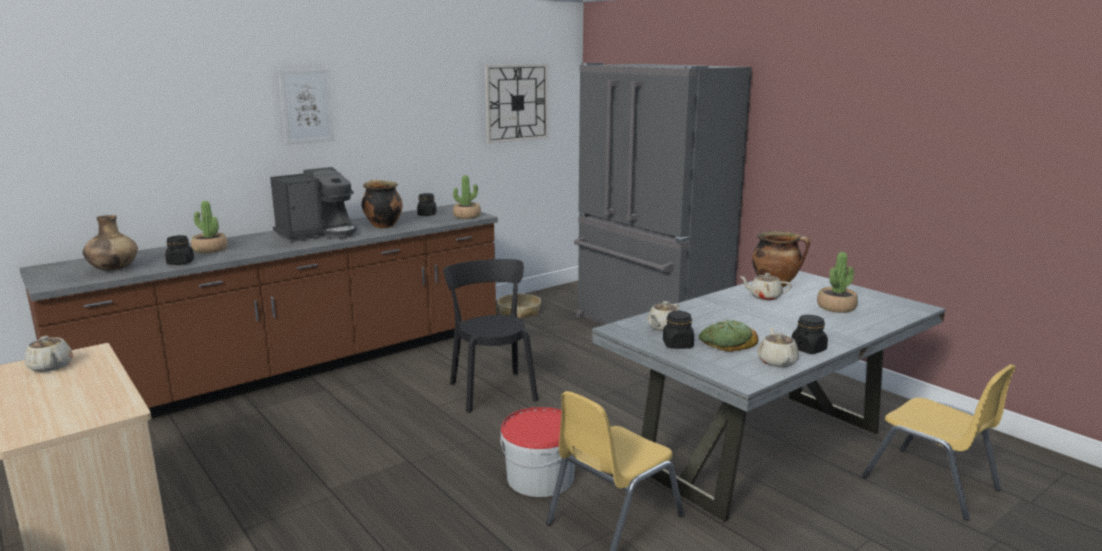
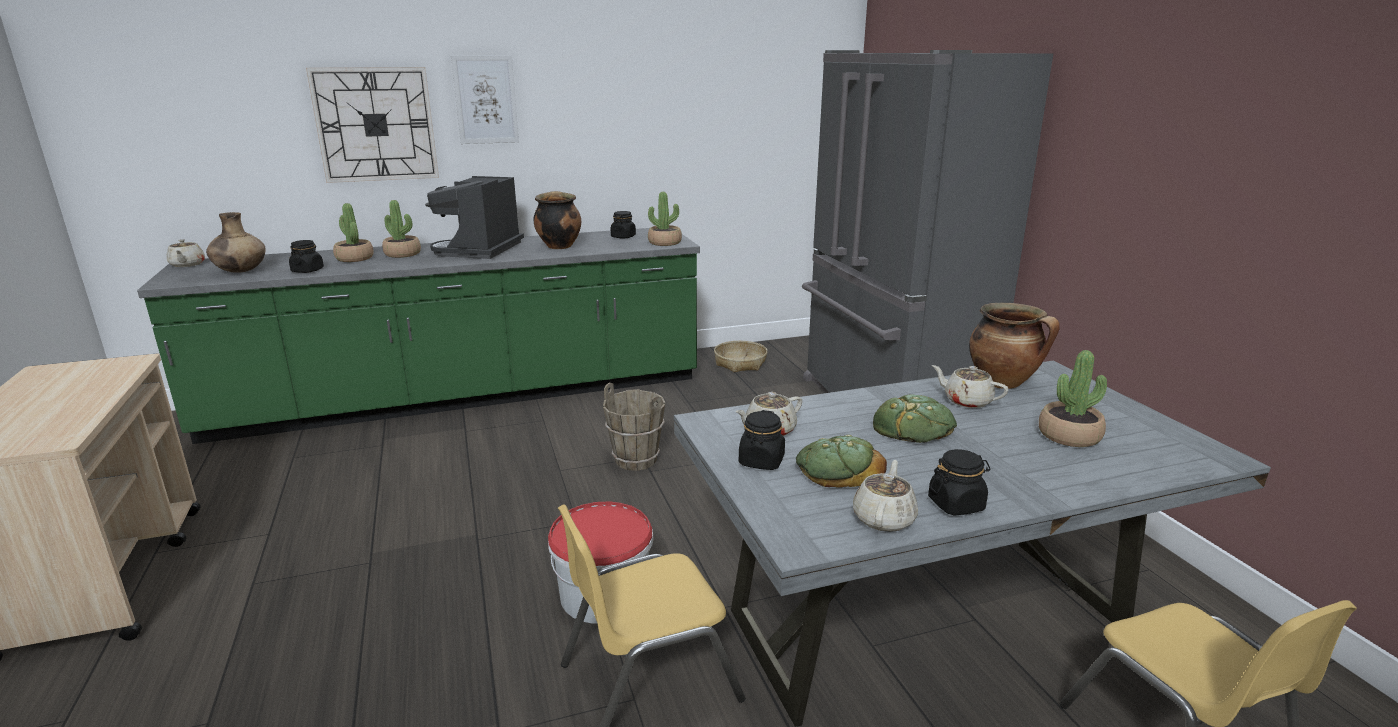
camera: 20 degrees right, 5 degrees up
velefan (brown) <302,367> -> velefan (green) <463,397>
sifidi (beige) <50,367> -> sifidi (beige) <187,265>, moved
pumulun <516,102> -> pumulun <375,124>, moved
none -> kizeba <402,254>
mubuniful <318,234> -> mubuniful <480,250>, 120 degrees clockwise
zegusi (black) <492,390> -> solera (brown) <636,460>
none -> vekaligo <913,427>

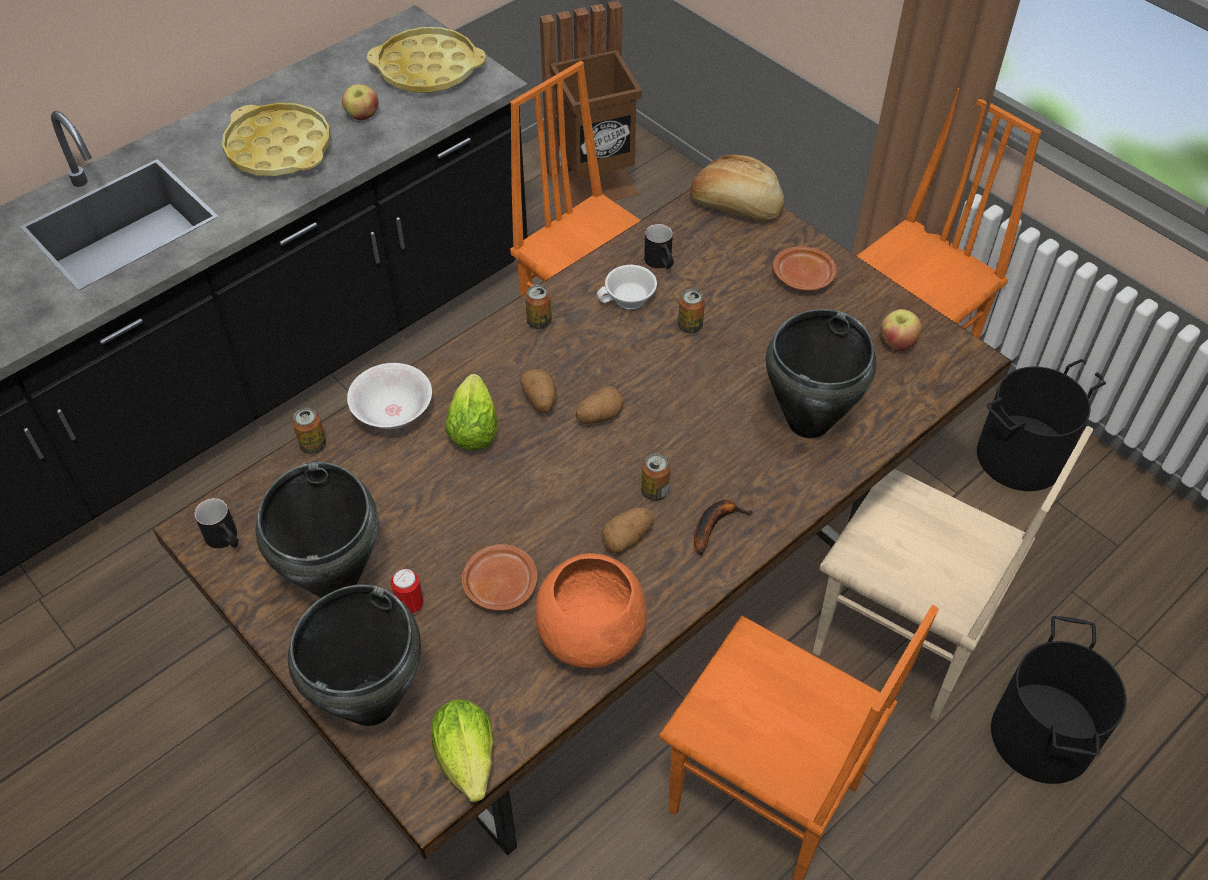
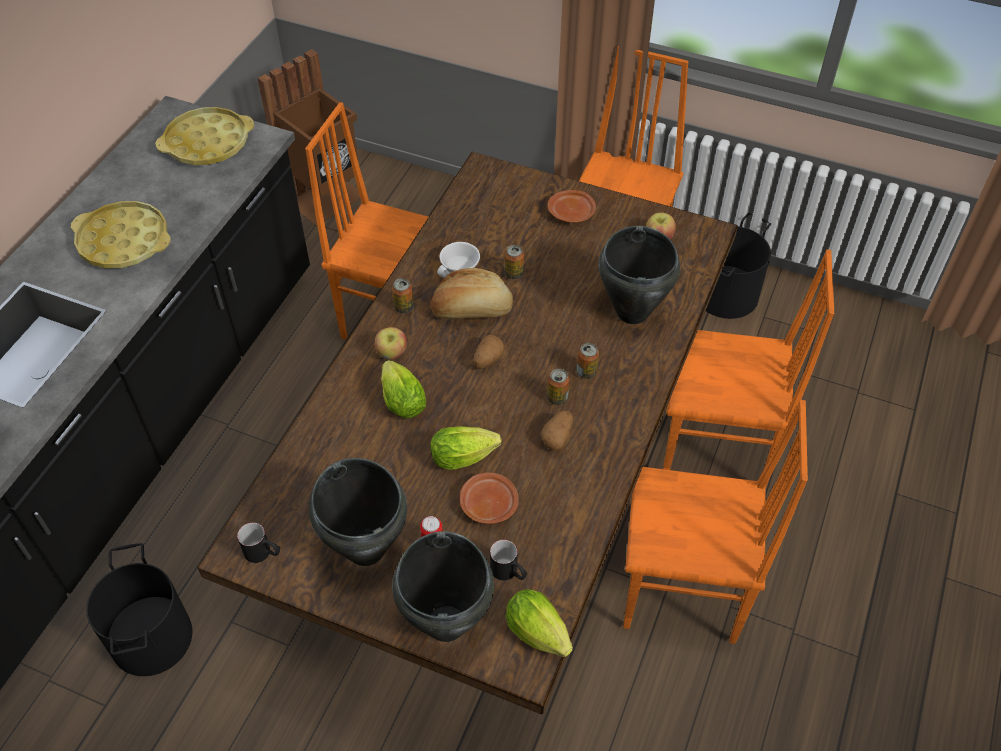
camera: 25 degrees left, 0 degrees up
solera (black) <1040,735> -> solera (black) <150,638>, moved
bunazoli <362,116> -> bunazoli <391,353>, moved
none -> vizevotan <466,457>
vekaligo <736,206> -> vekaligo <472,309>, moved
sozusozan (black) <660,264> -> sozusozan (black) <509,573>, moved
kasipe <313,445> -> kasipe <586,372>, moved
zegusi (beige) <899,645> -> zegusi (orange) <715,452>
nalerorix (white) <393,414> -> none
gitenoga <540,400> -> none
nalerorix (orange) <590,635> -> none
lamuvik <715,525> -> none

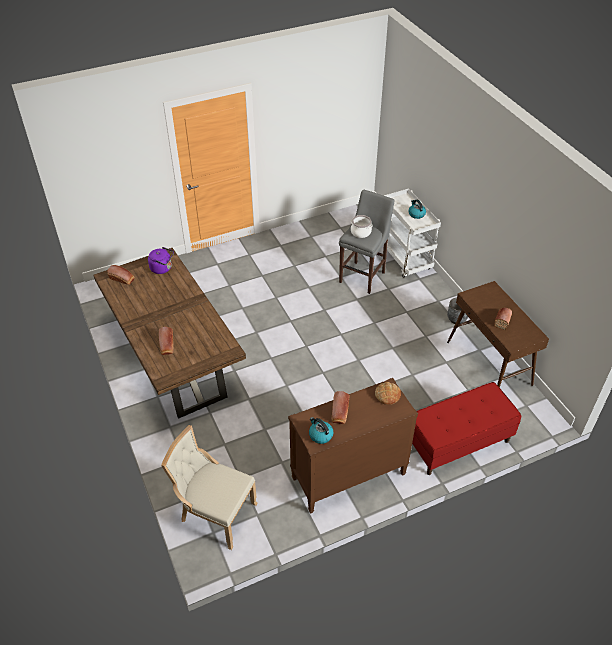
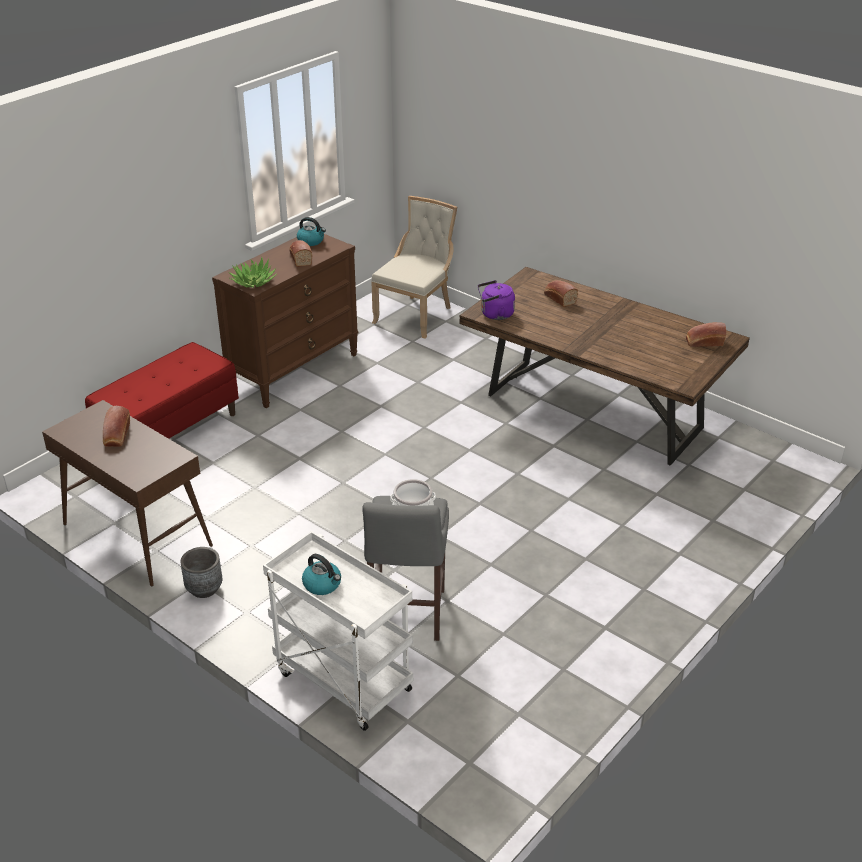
camera: 155 degrees right, 10 degrees down
vekaligo <387,395> -> kizeba <253,282>
zegusi (beige) <215,513> -> zegusi (beige) <416,315>, 60 degrees counterclockwise
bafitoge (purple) <162,268> -> bafitoge (purple) <495,314>, moved

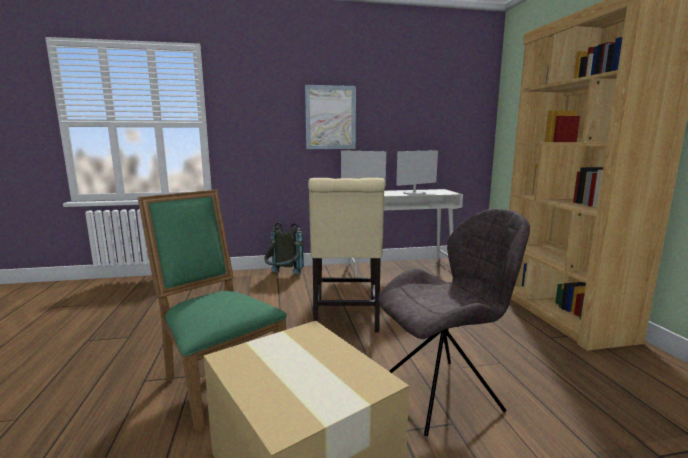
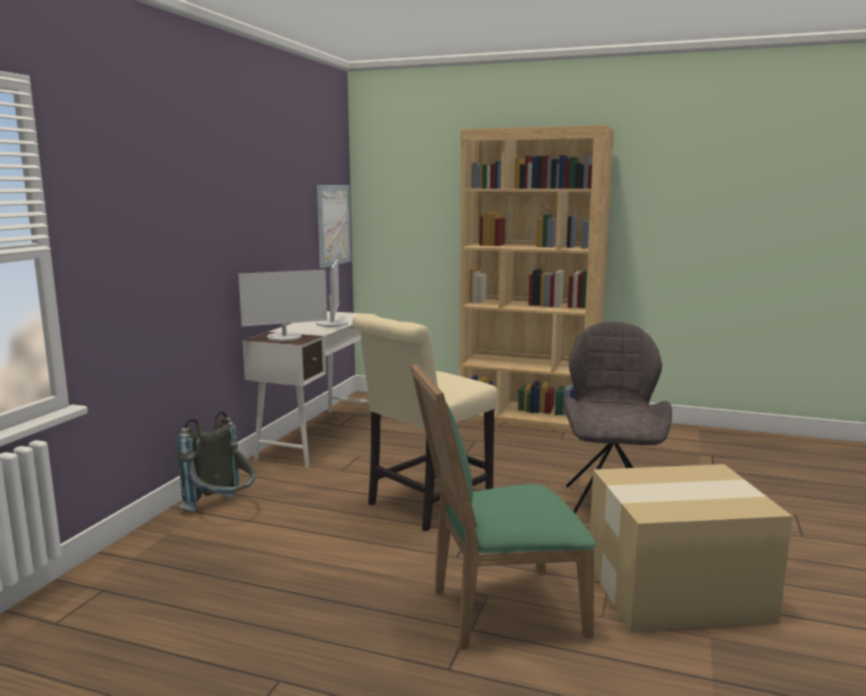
camera: 60 degrees left, 0 degrees up
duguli <330,117> -> duguli <333,225>, moved
zegusi (beige) <345,318> -> zegusi (beige) <425,505>, 105 degrees clockwise

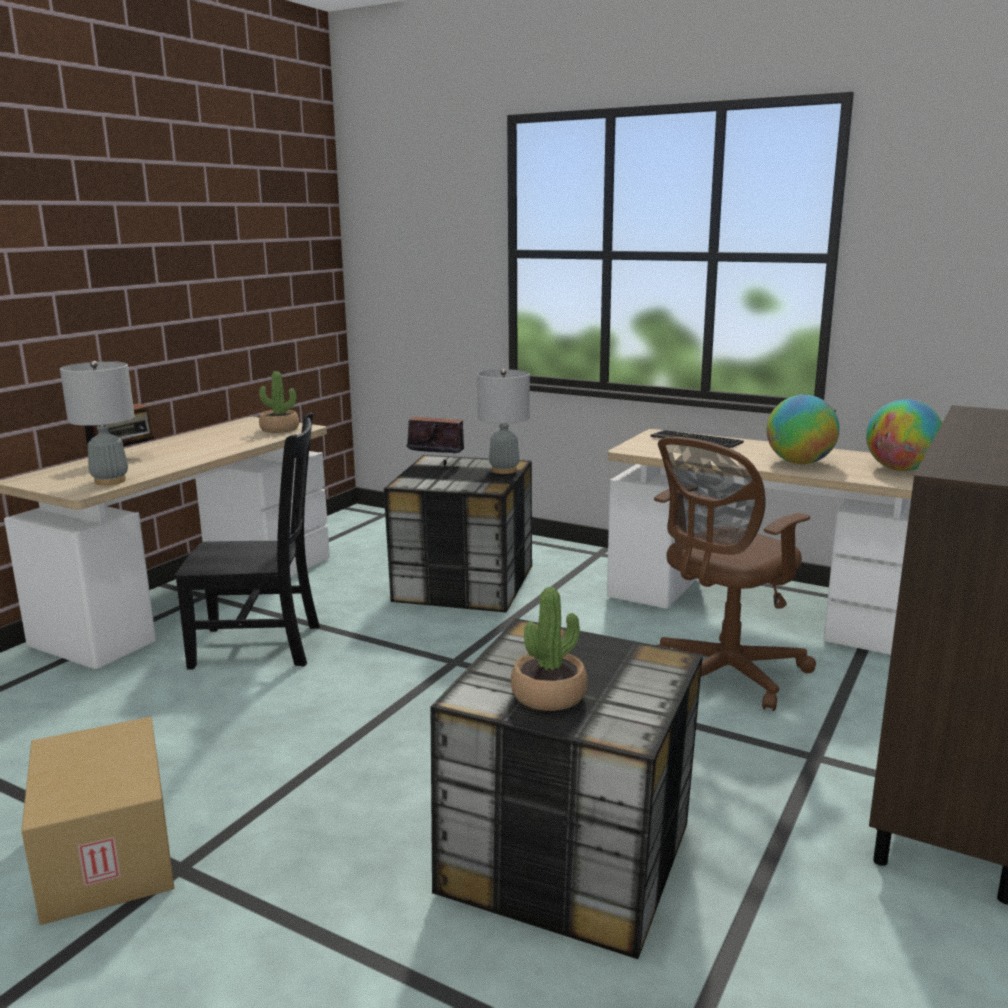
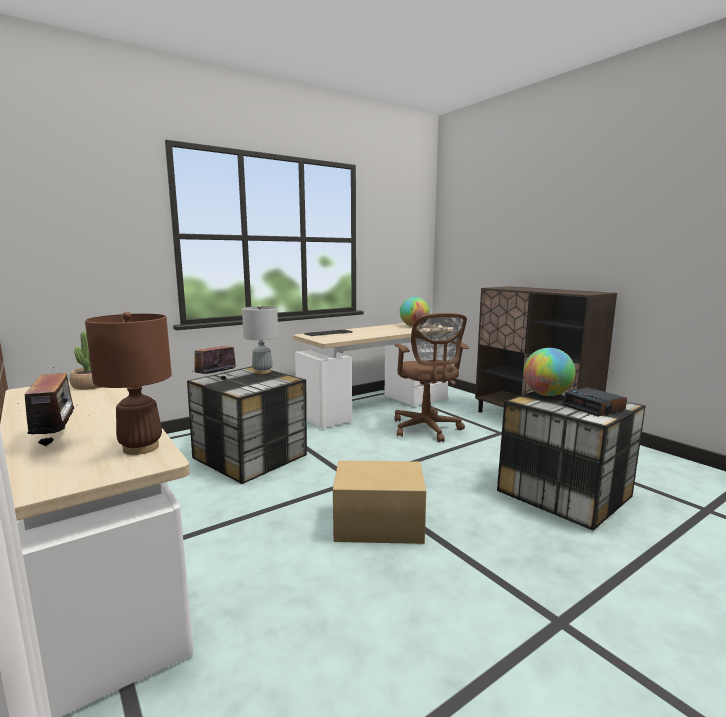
camera: 65 degrees left, 5 degrees down
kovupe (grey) <110,481> -> kovupe (brown) <140,448>
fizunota <104,855> -> fizunota <378,525>, moved
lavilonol <799,463> -> lavilonol <546,395>, moved
kizeba <549,695> -> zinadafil <594,407>
zegusi (black) <261,646> -> none

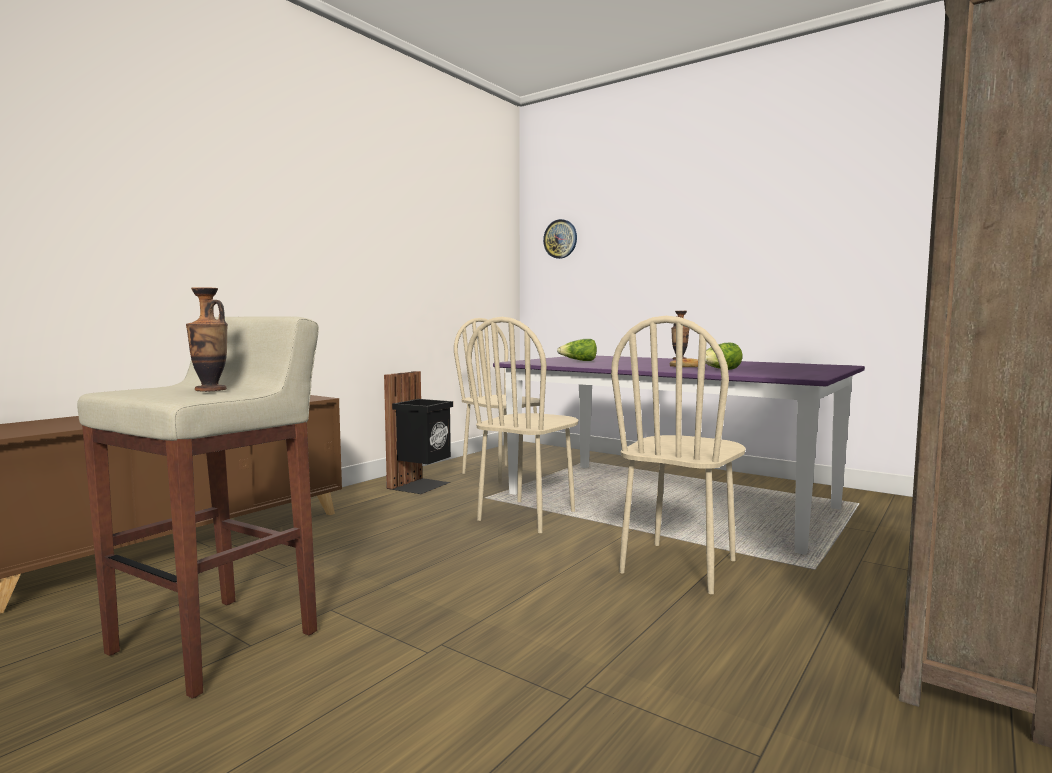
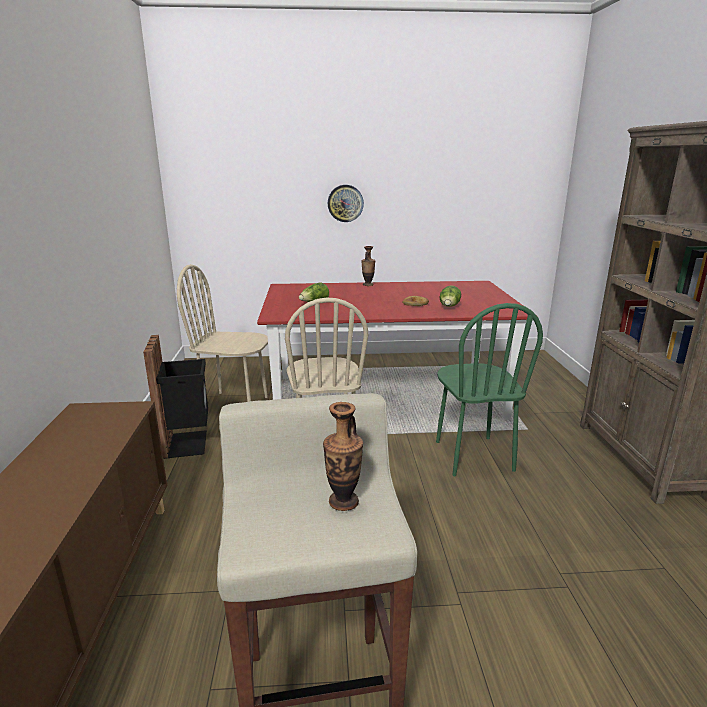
camera: 40 degrees left, 15 degrees up
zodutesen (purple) <667,501> -> zodutesen (red) <386,396>
pumulun <560,239> -> pumulun <345,203>, moved
zegusi (beige) <679,566> -> zegusi (green) <473,456>

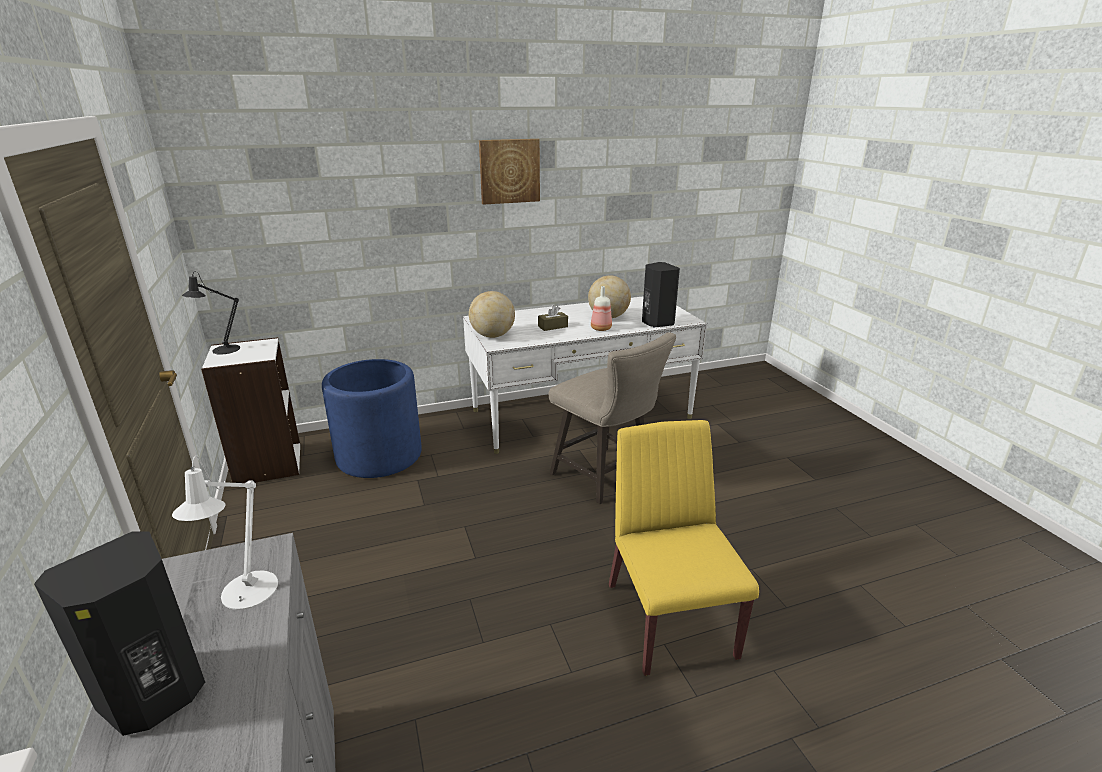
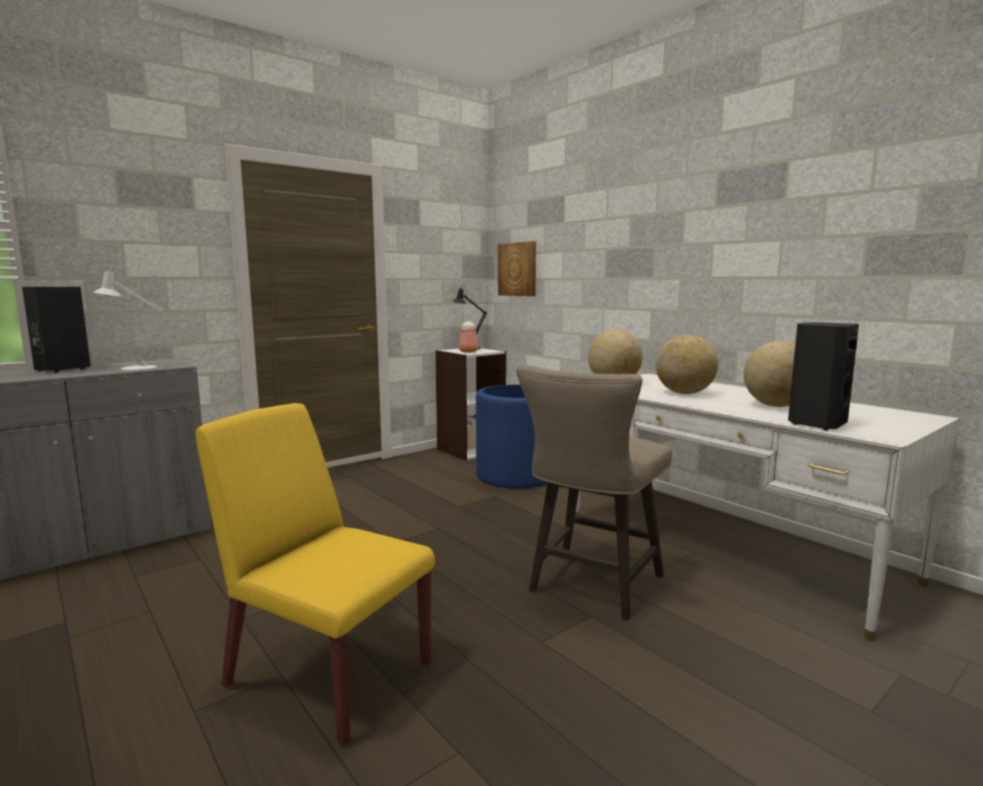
camera: 70 degrees right, 15 degrees down
zegusi (yellow) <669,618> -> zegusi (yellow) <327,673>, 120 degrees counterclockwise
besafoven <600,329> -> besafoven <467,352>, moved
duguli <509,171> -> duguli <518,269>, moved
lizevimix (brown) <553,326> -> lavilonol <684,393>

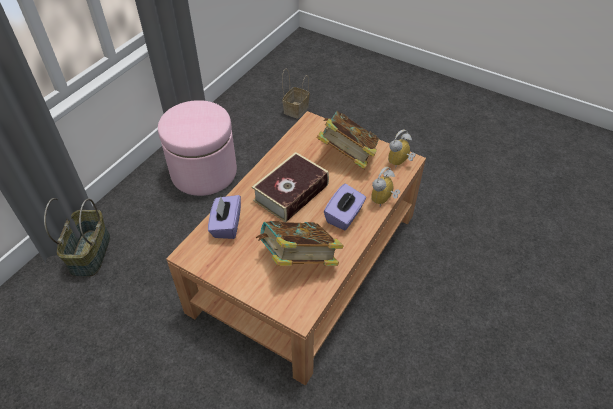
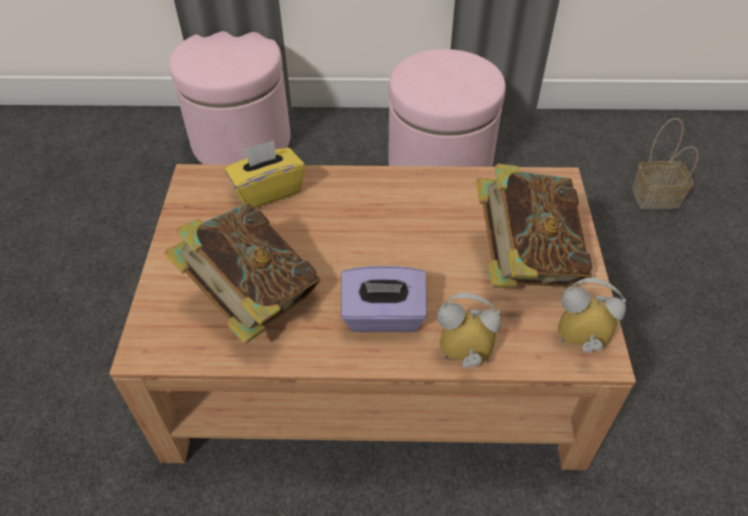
camera: 60 degrees right, 0 degrees up
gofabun <89,253> -> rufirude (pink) <241,141>
lizevimix (purple) <226,225> -> lizevimix (yellow) <268,191>
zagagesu <291,193> -> none

